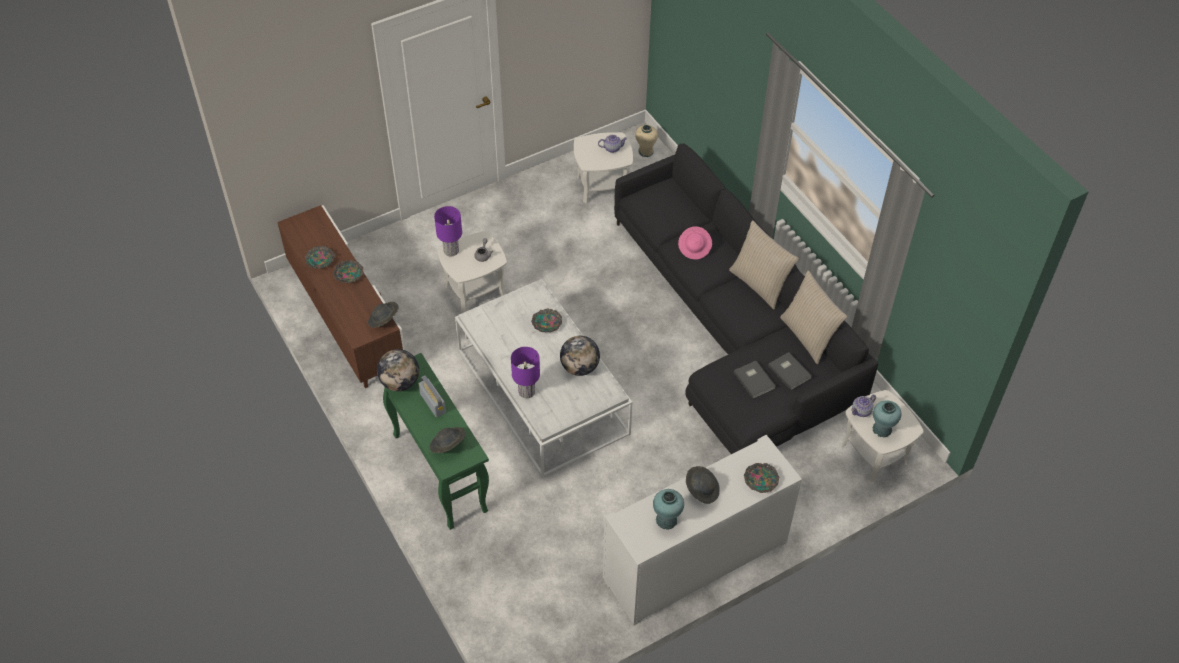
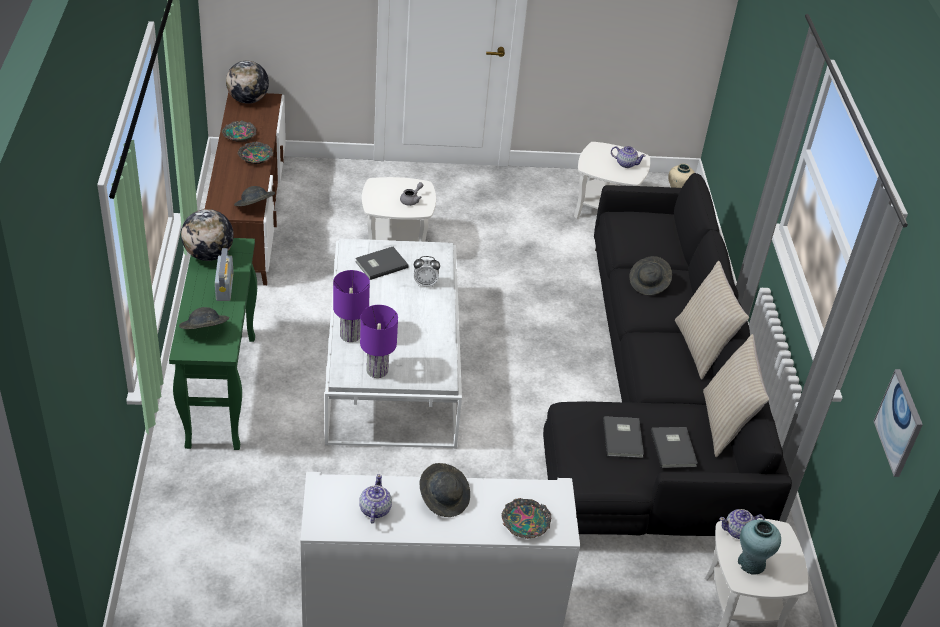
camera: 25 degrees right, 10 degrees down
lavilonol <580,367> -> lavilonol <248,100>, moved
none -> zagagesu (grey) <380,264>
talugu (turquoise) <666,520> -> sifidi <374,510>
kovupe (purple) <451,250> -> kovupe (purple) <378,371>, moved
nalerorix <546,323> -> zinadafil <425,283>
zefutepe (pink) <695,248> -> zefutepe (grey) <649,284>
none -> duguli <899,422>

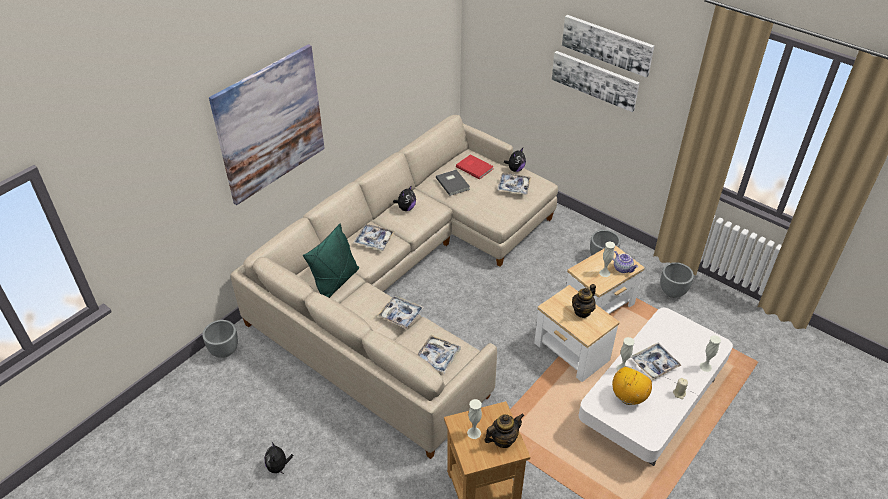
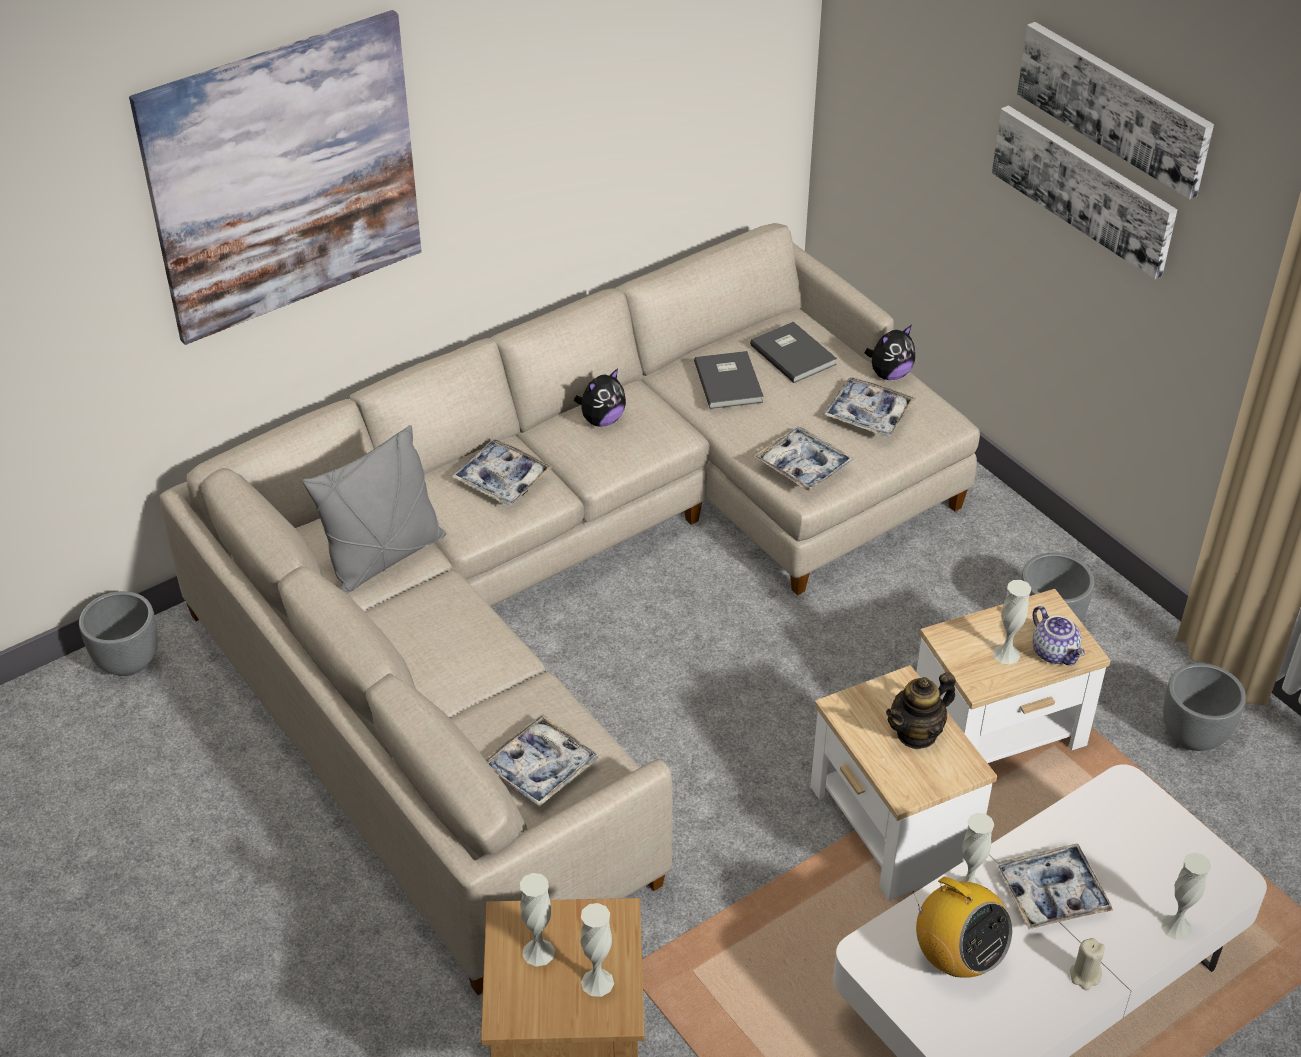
camera: 15 degrees right, 0 degrees up
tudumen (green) <336,283> -> tudumen (grey) <384,558>
sifidi <503,439> -> talugu (white) <597,982>
zagagesu (red) <474,167> -> zagagesu (grey) <794,353>
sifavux <400,315> -> sifavux <803,466>, moved
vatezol <628,398> -> vatezol <957,958>, 90 degrees clockwise
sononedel <279,467> -> none

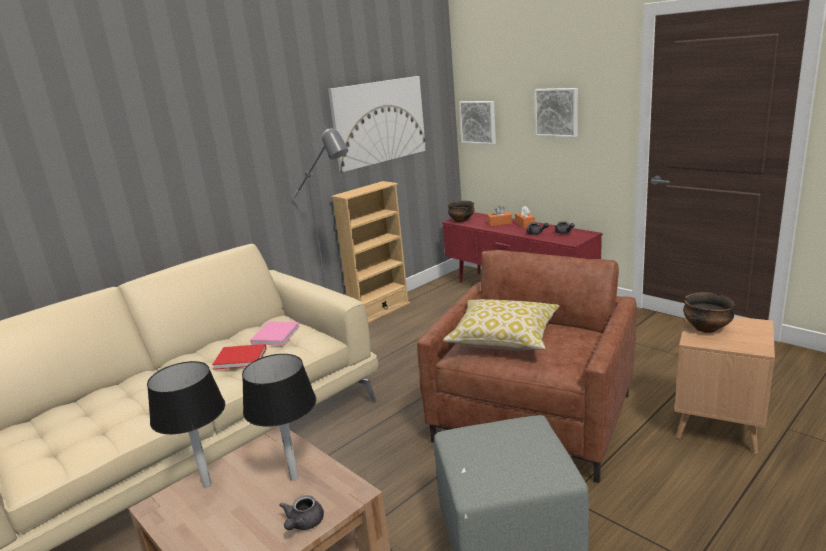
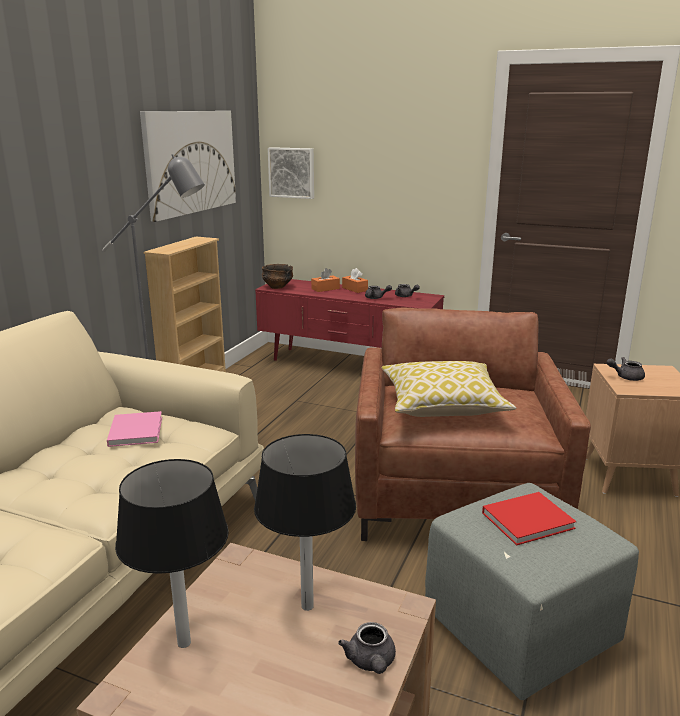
camera: 25 degrees left, 0 degrees up
zagagesu (red) <242,358> -> zagagesu (red) <530,520>, moved
nalerorix <706,328> -> sifidi (grey) <625,377>
duguli <557,112> -> none

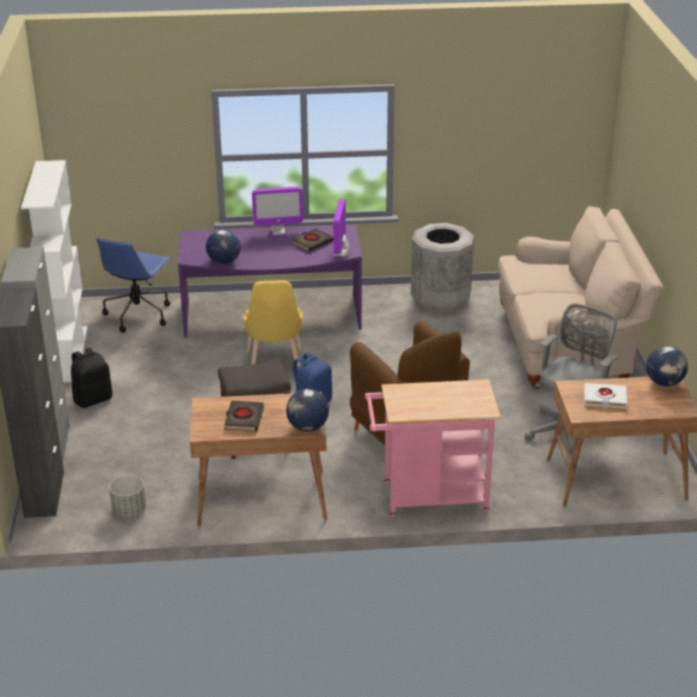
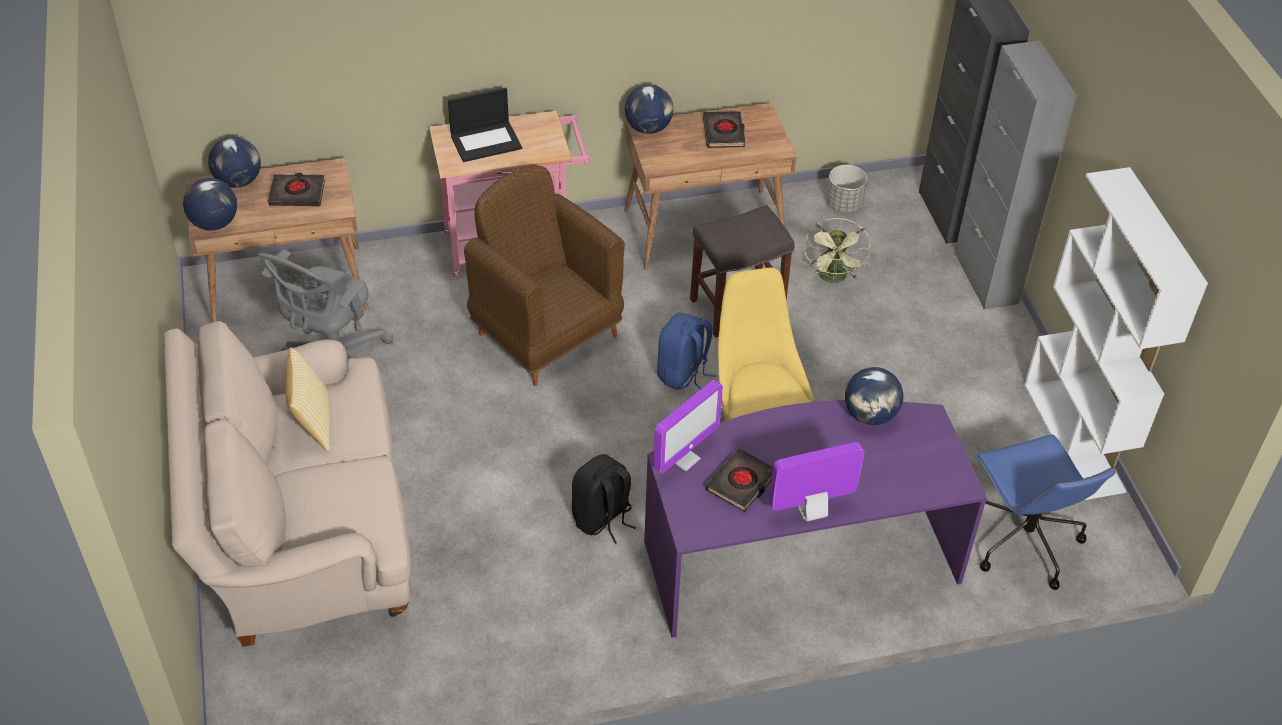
camera: 170 degrees right, 15 degrees up
none -> lavilonol <239,181>
zagagesu (white) <604,398> -> zagagesu (black) <297,193>
none -> tudumen <313,423>
none -> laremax <486,141>
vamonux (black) <93,399> -> vamonux (black) <602,518>, moved
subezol <341,253> -> subezol <683,458>, 45 degrees clockwise
none -> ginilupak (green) <833,278>
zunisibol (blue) <138,314> -> zunisibol (blue) <1023,541>, 150 degrees clockwise
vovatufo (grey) <440,301> -> none

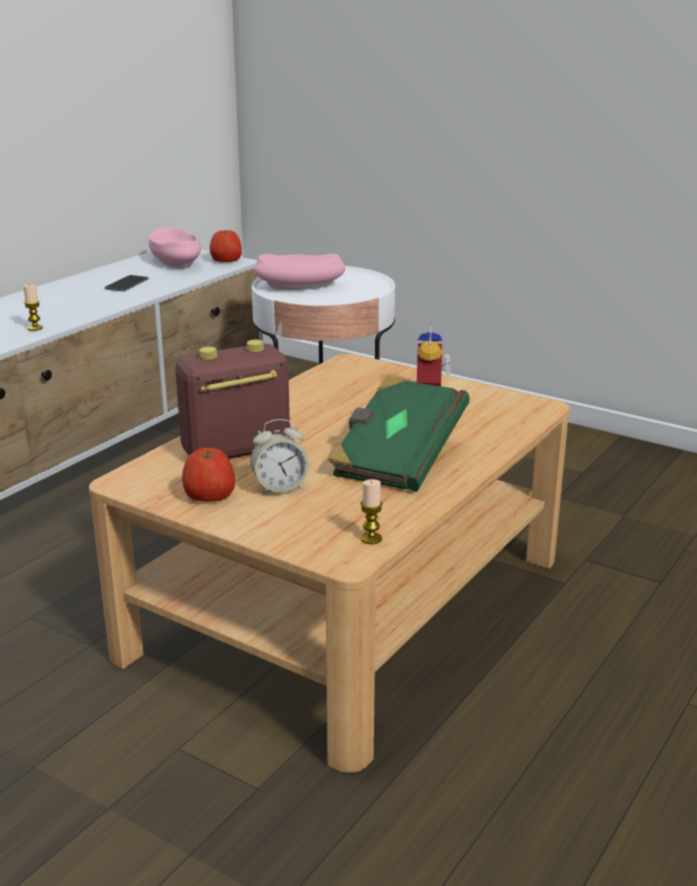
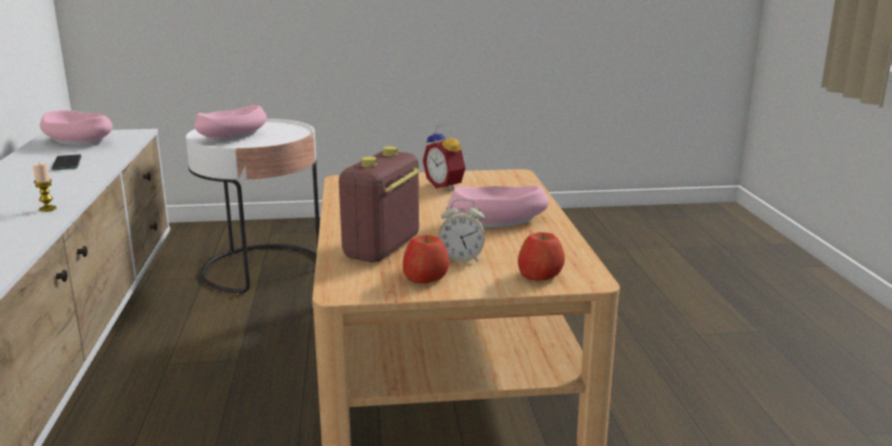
camera: 40 degrees left, 5 degrees down
zinadafil <279,487> -> zinadafil <461,258>, 60 degrees clockwise
zagagesu (green) <397,459> -> nalerorix (pink) <498,222>
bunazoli <226,260> -> bunazoli <540,275>, moved
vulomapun <371,538> -> none

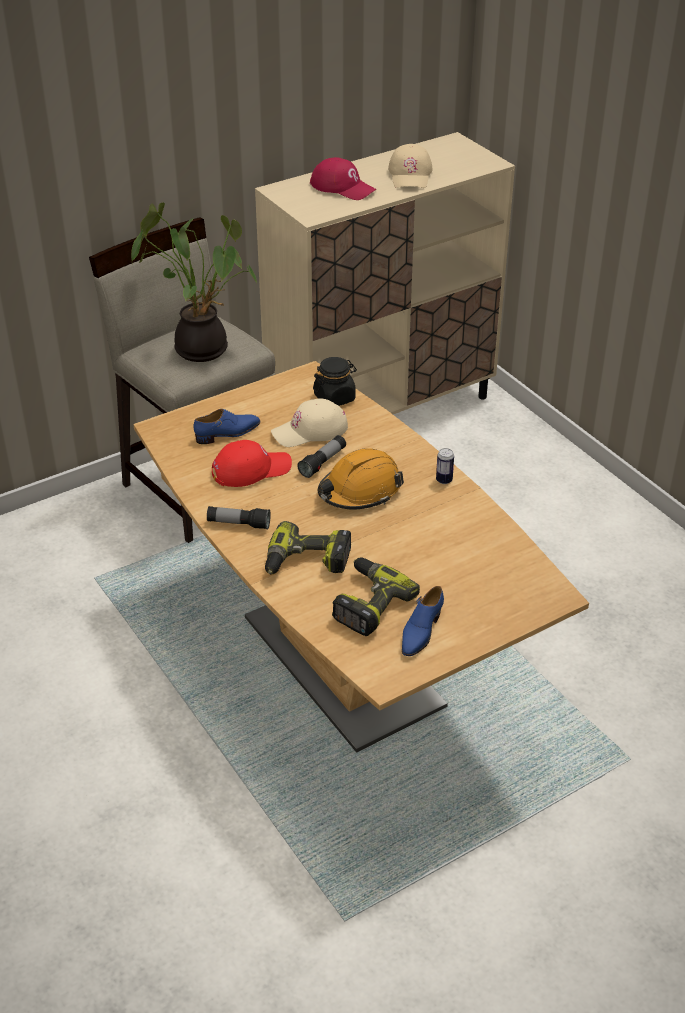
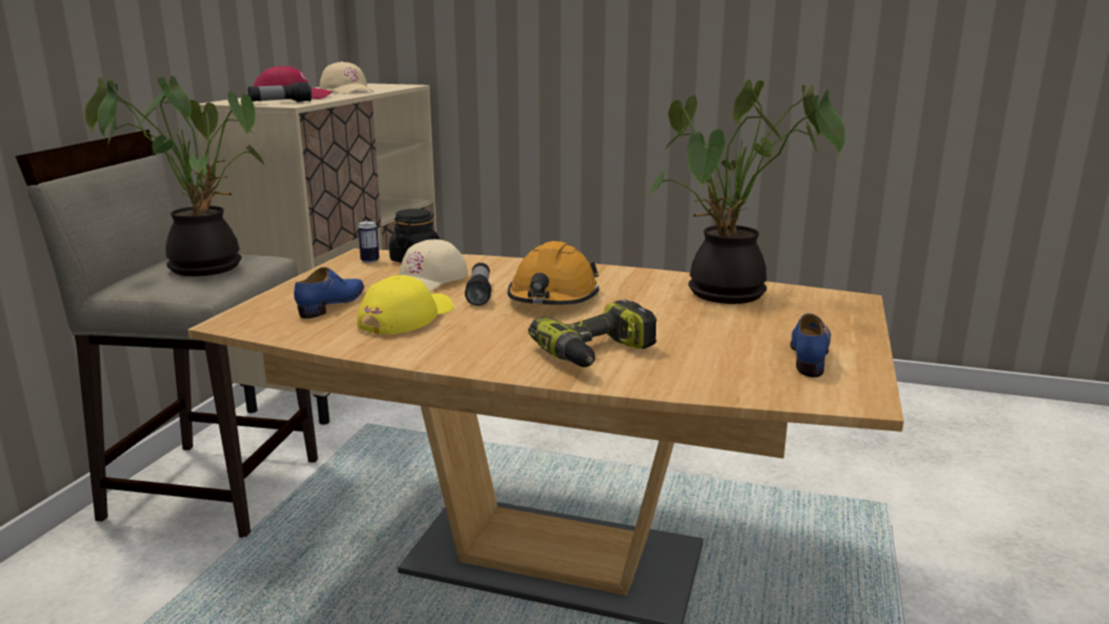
camera: 40 degrees left, 20 degrees down
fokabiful <238,524> -> fokabiful <280,102>, moved
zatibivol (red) <251,469> -> zatibivol (yellow) <406,317>
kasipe <444,480> -> kasipe <370,261>, moved
none -> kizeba <726,296>
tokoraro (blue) <420,631> -> tokoraro (blue) <809,356>, 150 degrees counterclockwise
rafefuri <367,603> -> none

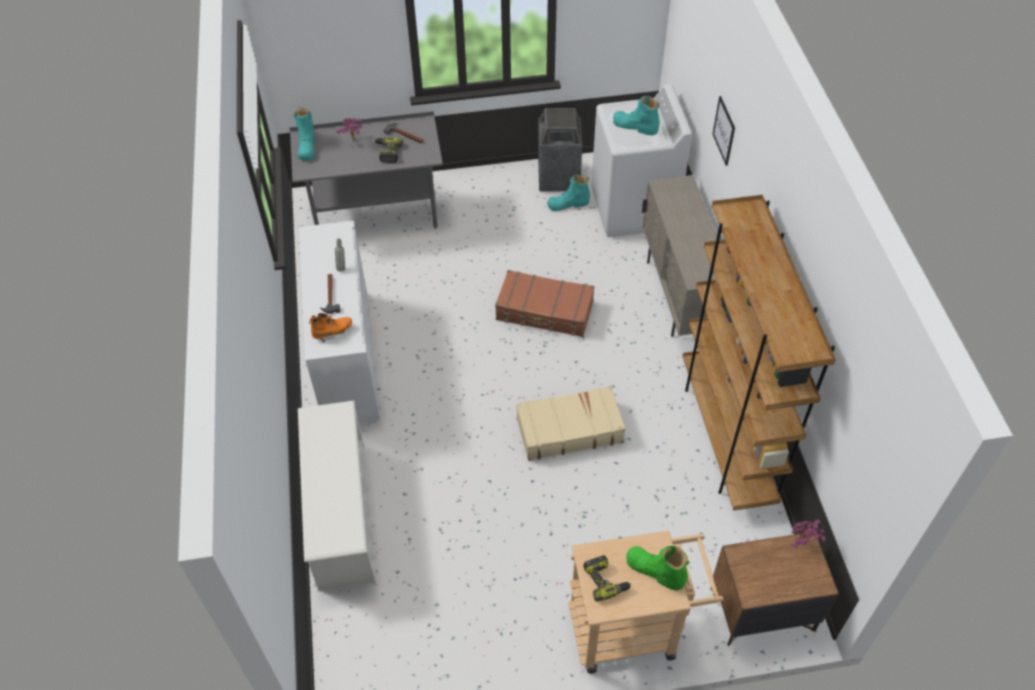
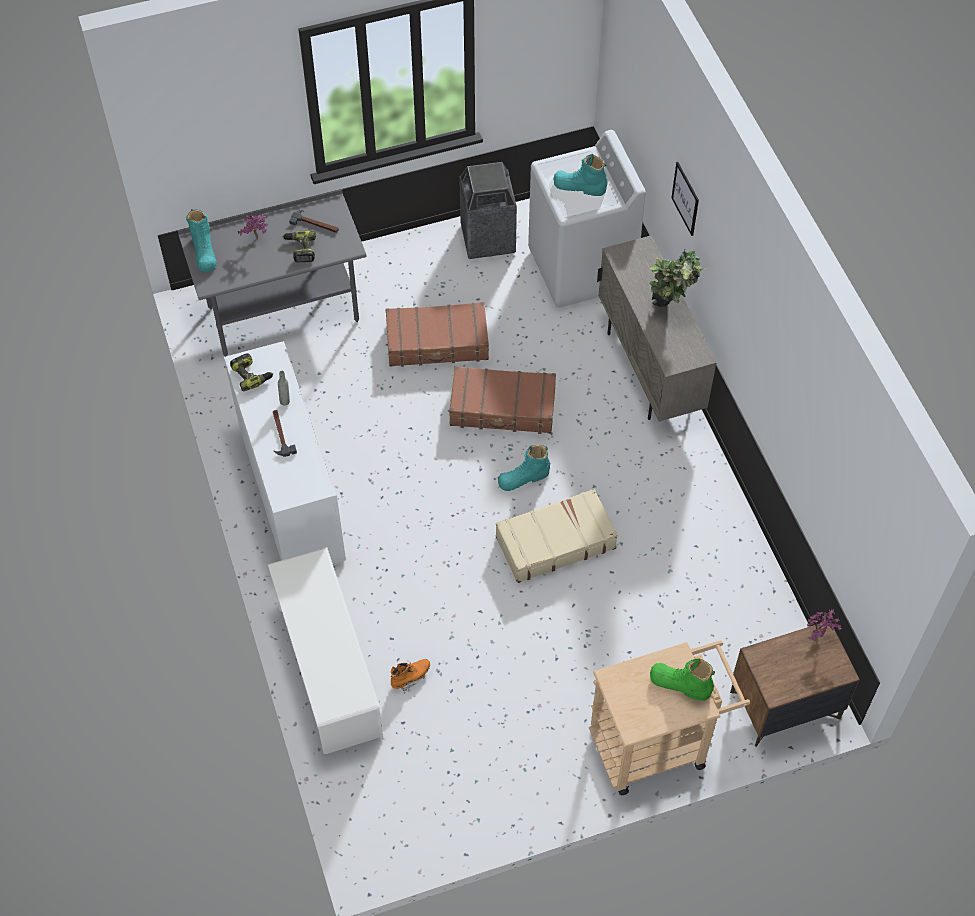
camera: 10 degrees left, 5 degrees up
rafefuri <605,580> -> rafefuri <251,375>, moved
none -> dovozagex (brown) <437,343>
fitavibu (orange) <332,332> -> fitavibu (orange) <410,677>, moved
fitavibu (turquoise) <568,204> -> fitavibu (turquoise) <523,478>, moved
none -> kizeba <670,312>
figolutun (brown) <726,437> -> none

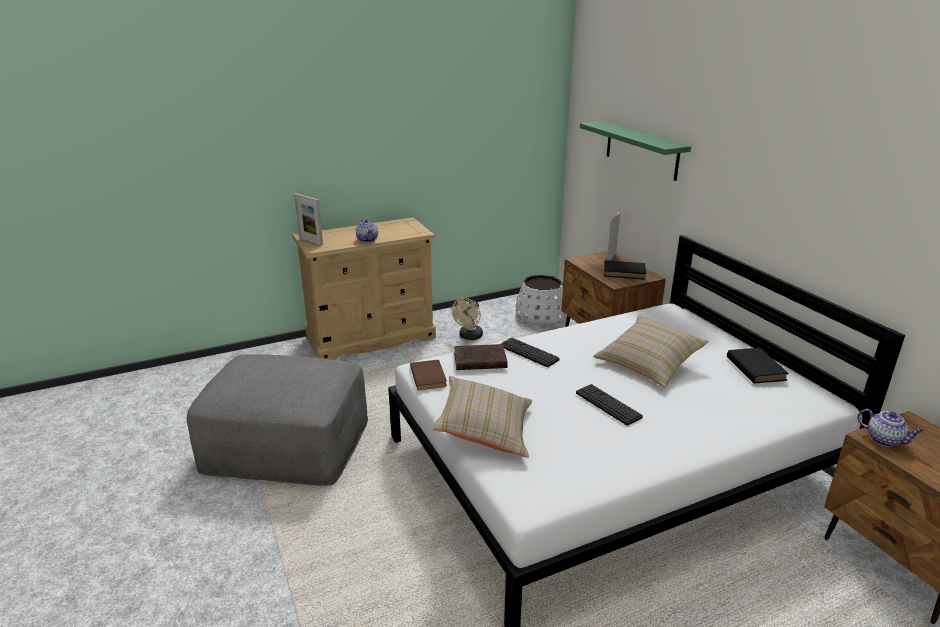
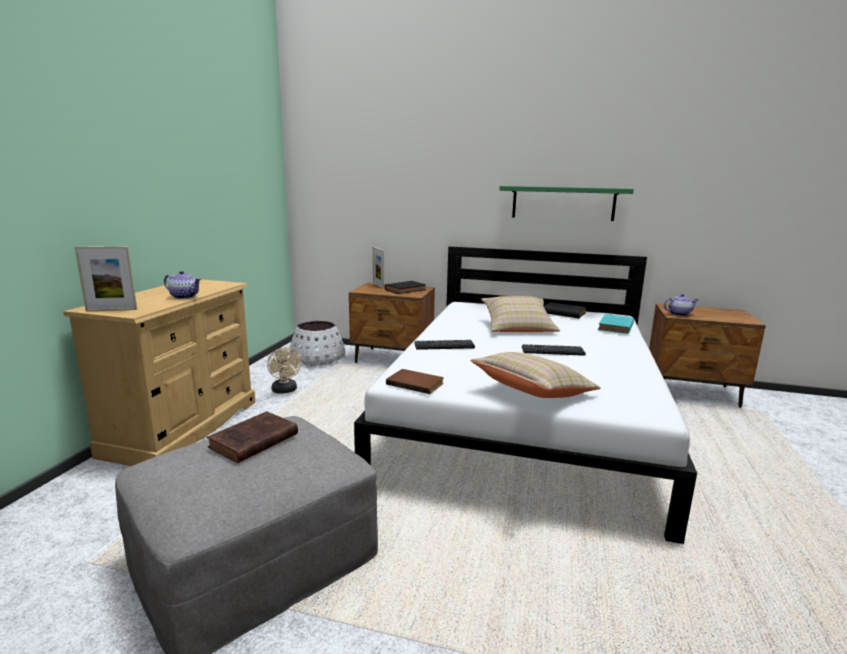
camera: 50 degrees left, 10 degrees down
zagagesu (brown) <478,361> -> zagagesu (brown) <252,442>, moved
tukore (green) <641,150> -> tukore (green) <563,203>, moved
none -> zagagesu (turquoise) <615,327>

